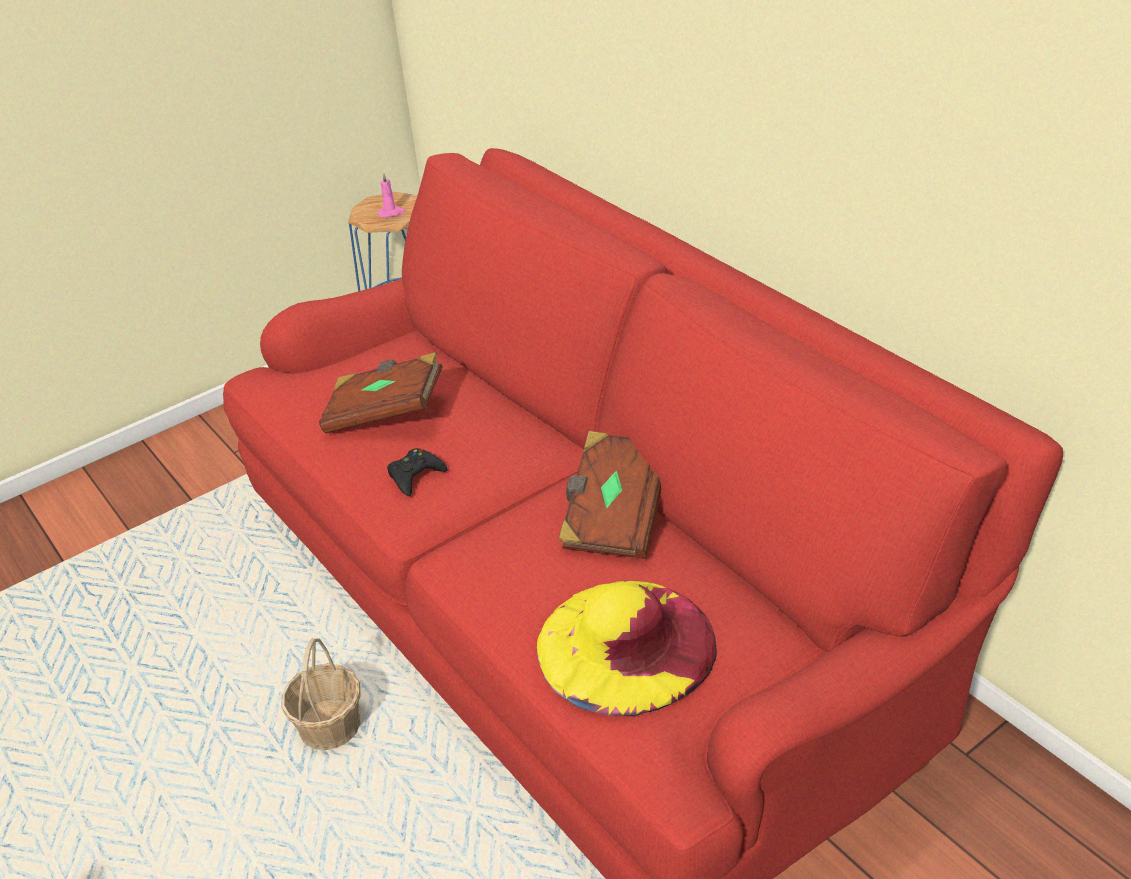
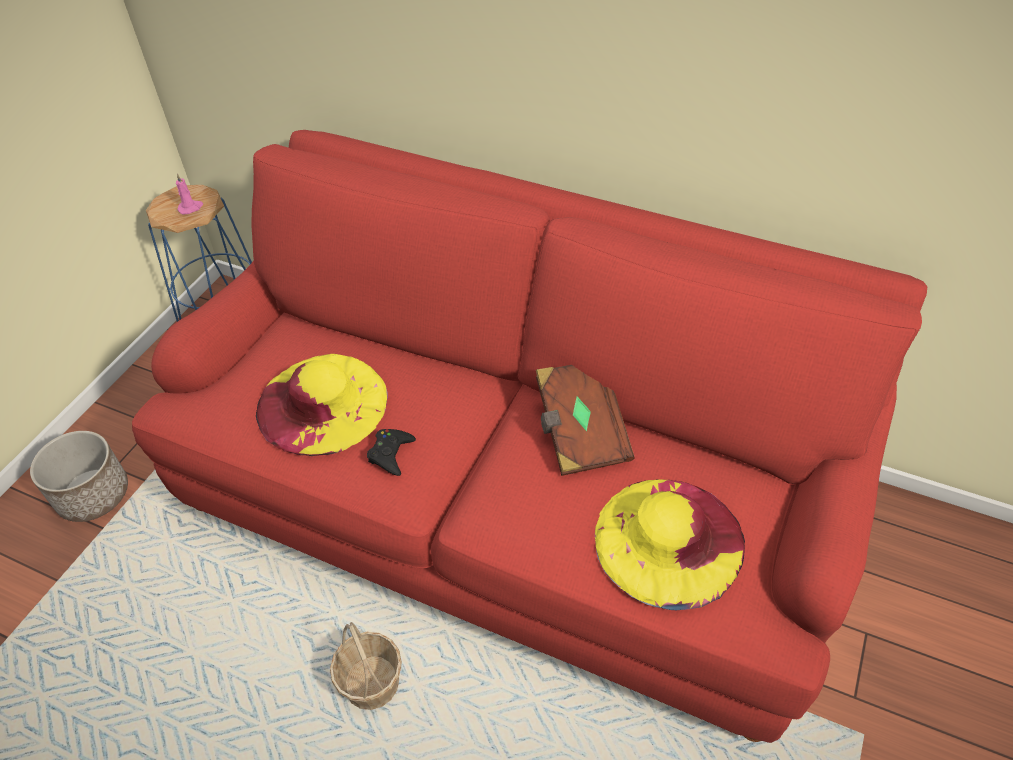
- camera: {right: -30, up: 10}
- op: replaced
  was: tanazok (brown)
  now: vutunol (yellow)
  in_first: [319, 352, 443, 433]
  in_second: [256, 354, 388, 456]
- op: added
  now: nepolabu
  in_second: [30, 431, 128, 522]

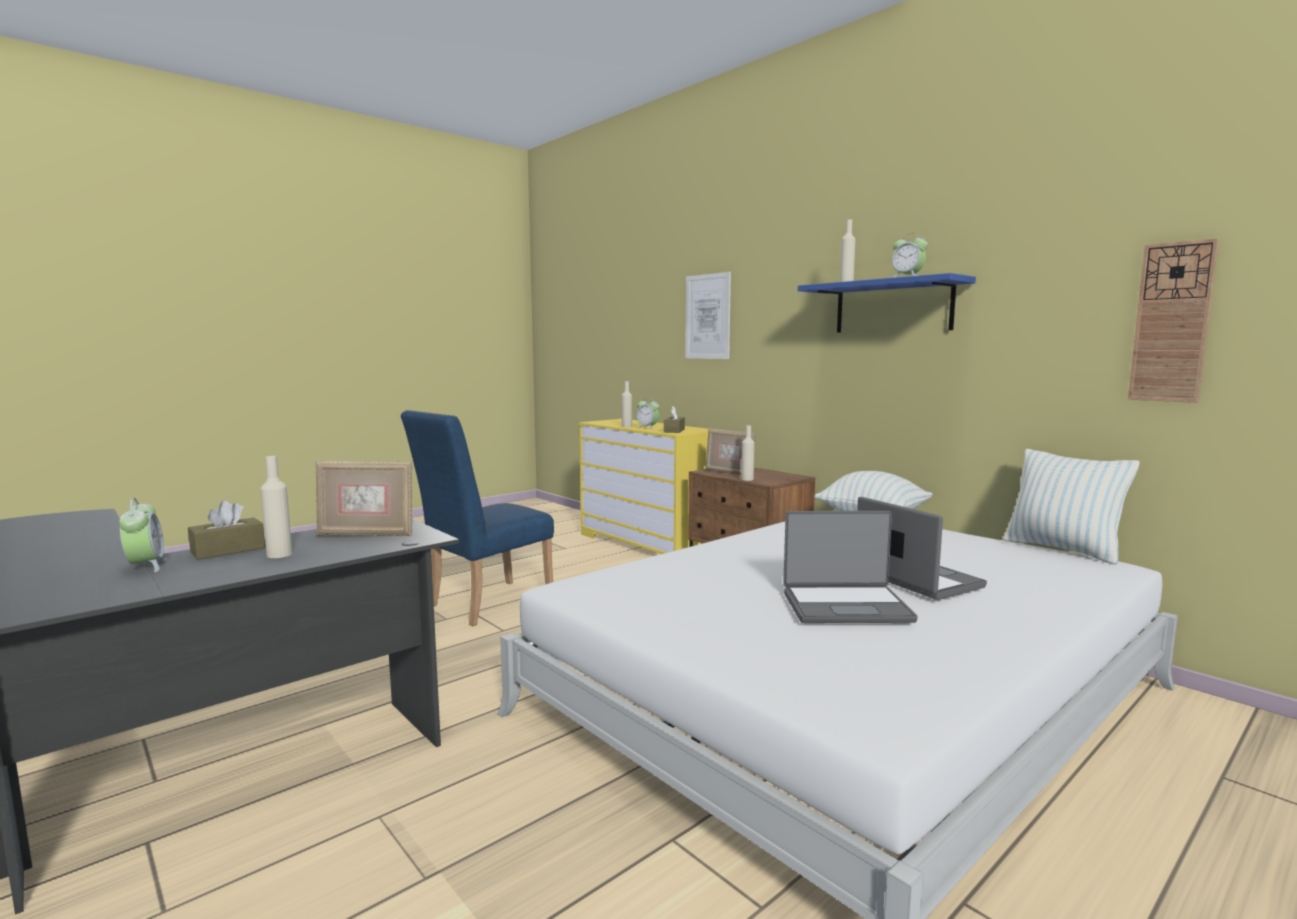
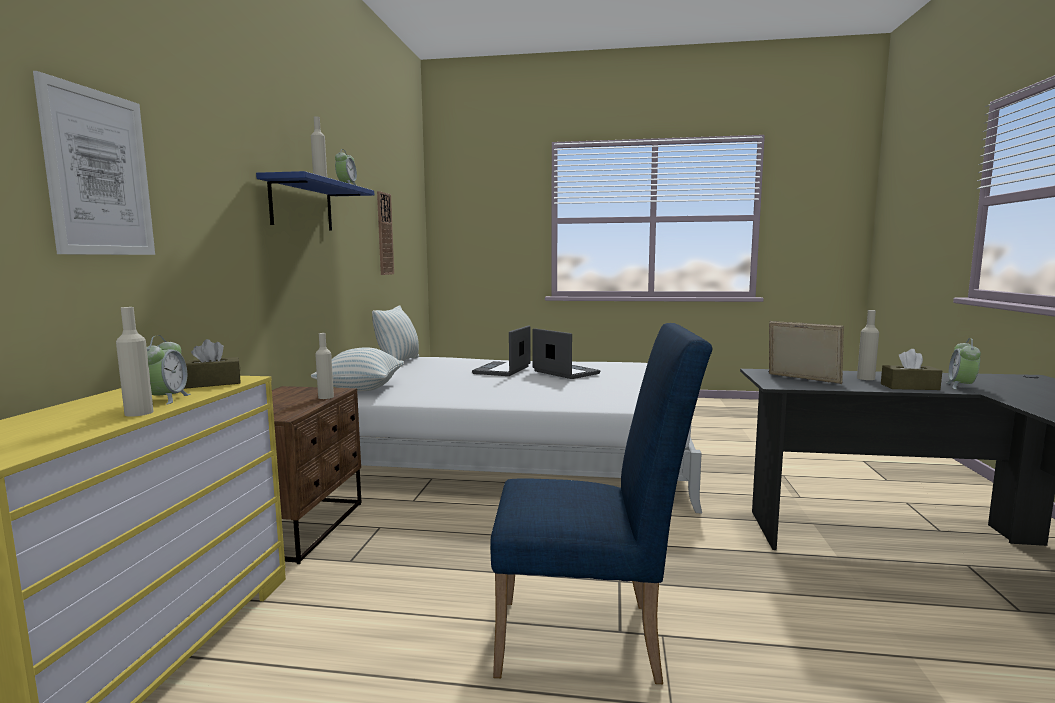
- camera: {right: -130, up: 0}
- op: removed
  was: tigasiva
  in_first: [705, 429, 755, 475]

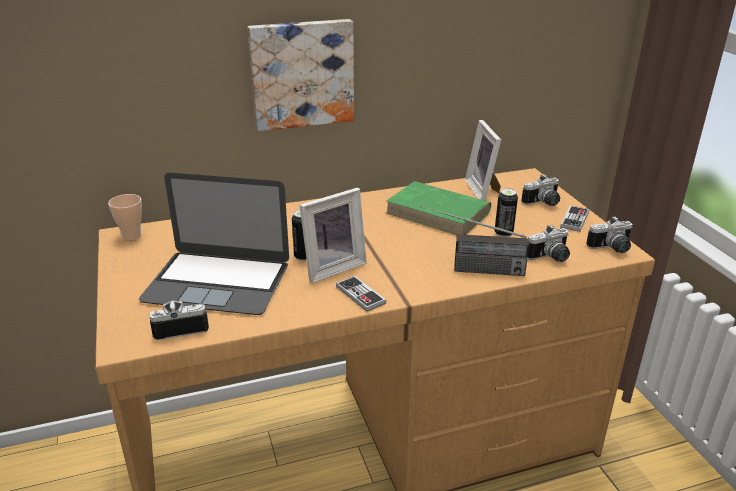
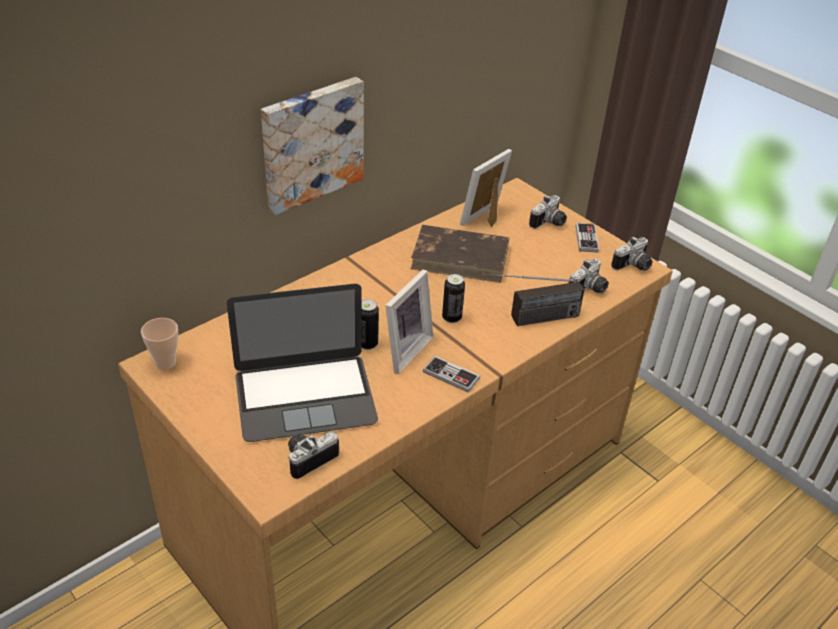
- camera: {right: -25, up: 10}
- op: turned
  was: tigasiva
  in_first: [465, 120, 501, 201]
  in_second: [460, 149, 512, 227]
  clockwise: 75
- op: recoloured
  was: tanazok (green)
  now: tanazok (brown)
  in_first: [386, 181, 491, 235]
  in_second: [411, 225, 509, 283]
- op: moved
  was: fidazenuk
  in_first: [495, 188, 518, 237]
  in_second: [442, 274, 465, 323]

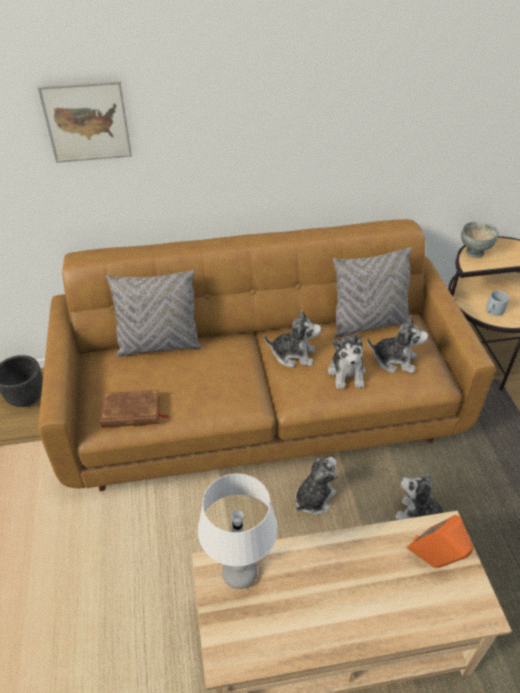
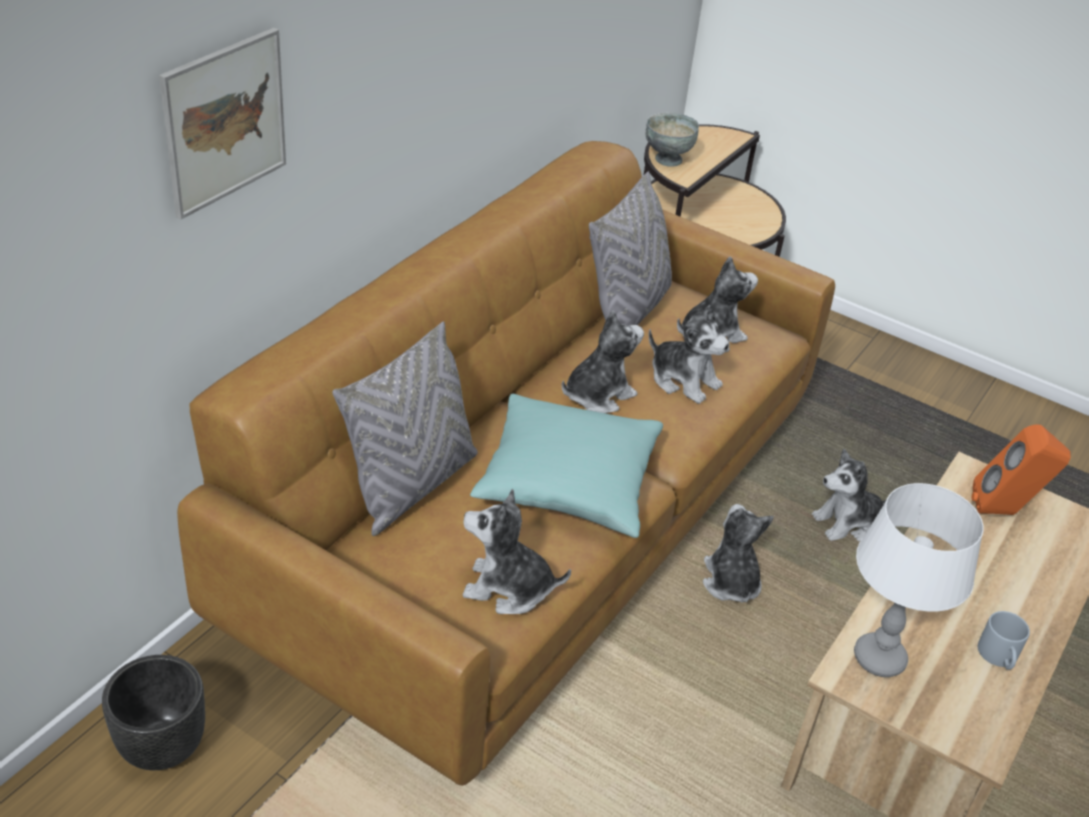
- camera: {right: -50, up: -5}
- op: moved
  was: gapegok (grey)
  in_first: [486, 291, 509, 316]
  in_second: [978, 611, 1030, 670]
- op: replaced
  was: tanazok (brown)
  now: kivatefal
  in_first: [100, 390, 169, 428]
  in_second: [463, 489, 571, 614]
- op: added
  now: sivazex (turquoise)
  in_second: [470, 394, 663, 538]

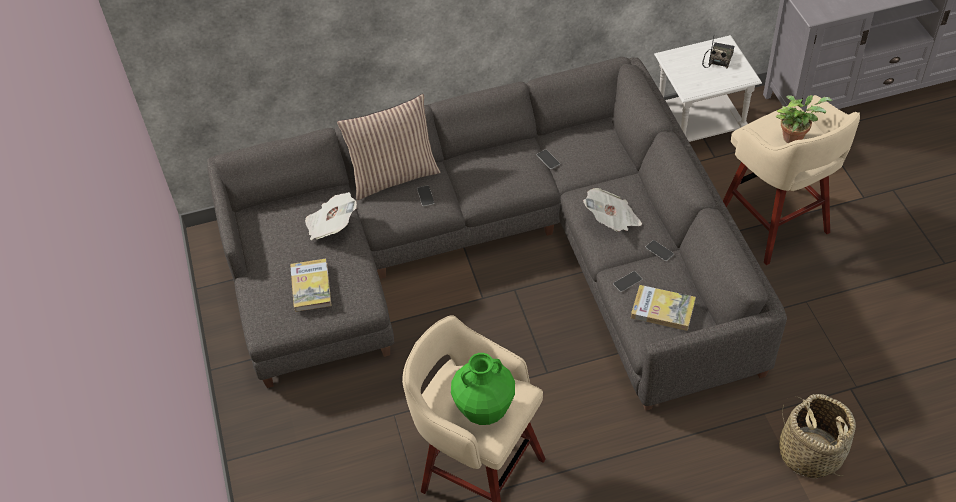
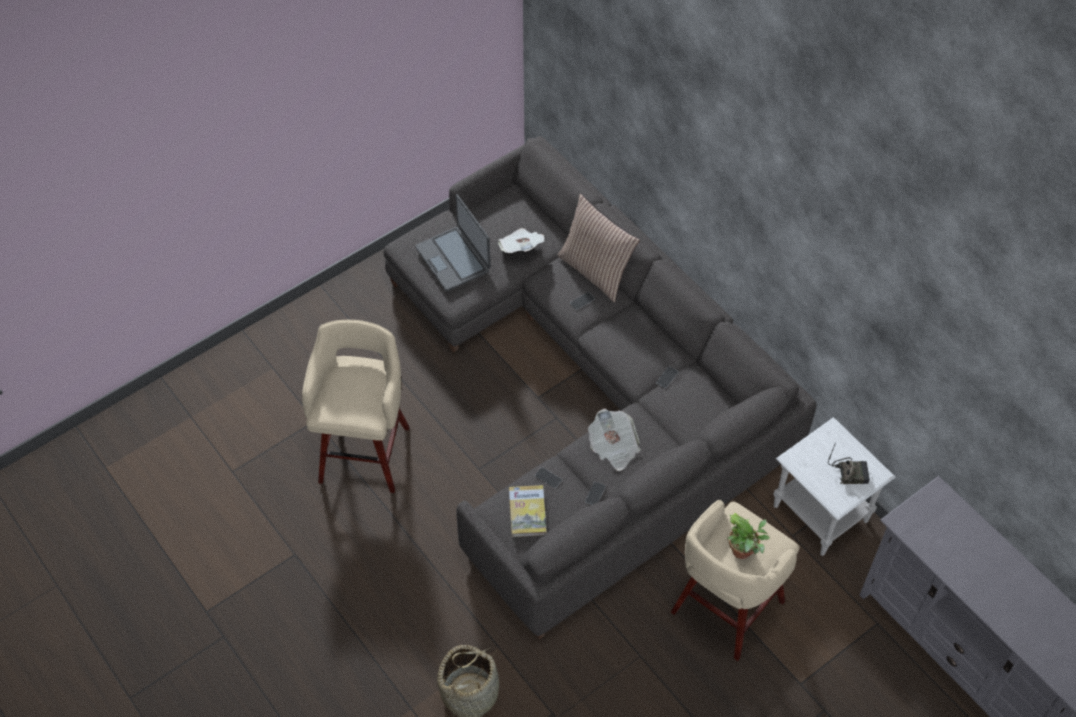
- camera: {right: 65, up: 5}
- op: replaced
  was: tanazok
  now: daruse
  in_first: [290, 259, 332, 312]
  in_second: [416, 194, 491, 291]
- op: removed
  was: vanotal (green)
  in_first: [451, 353, 515, 425]

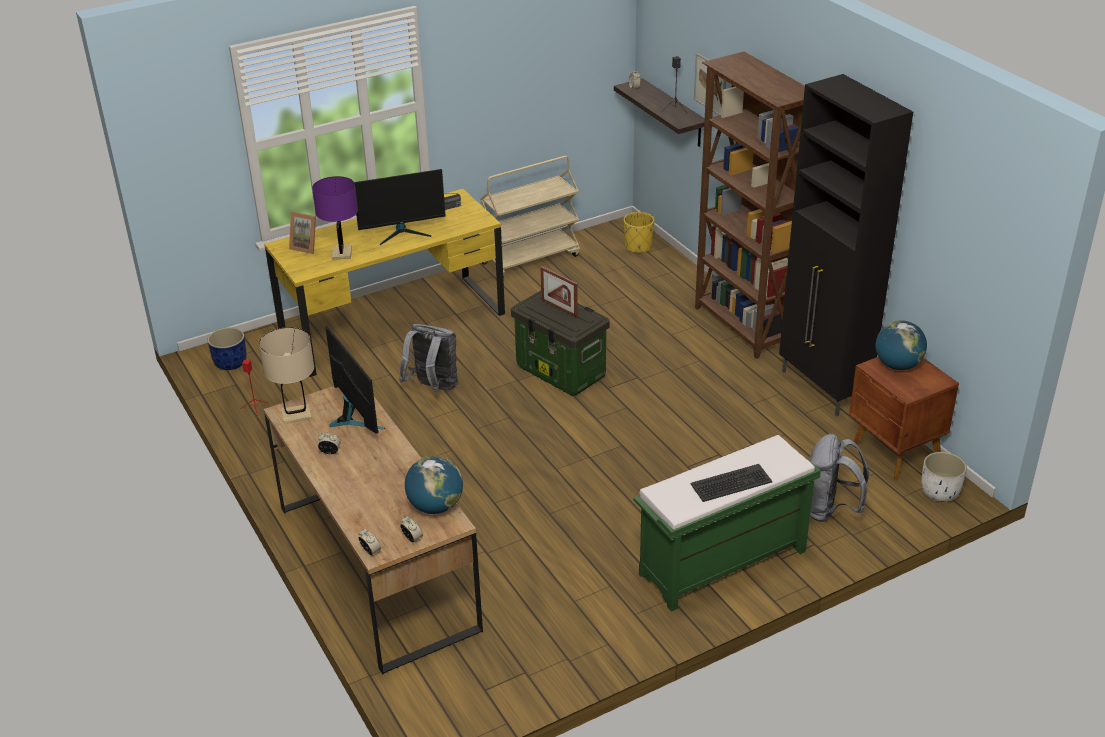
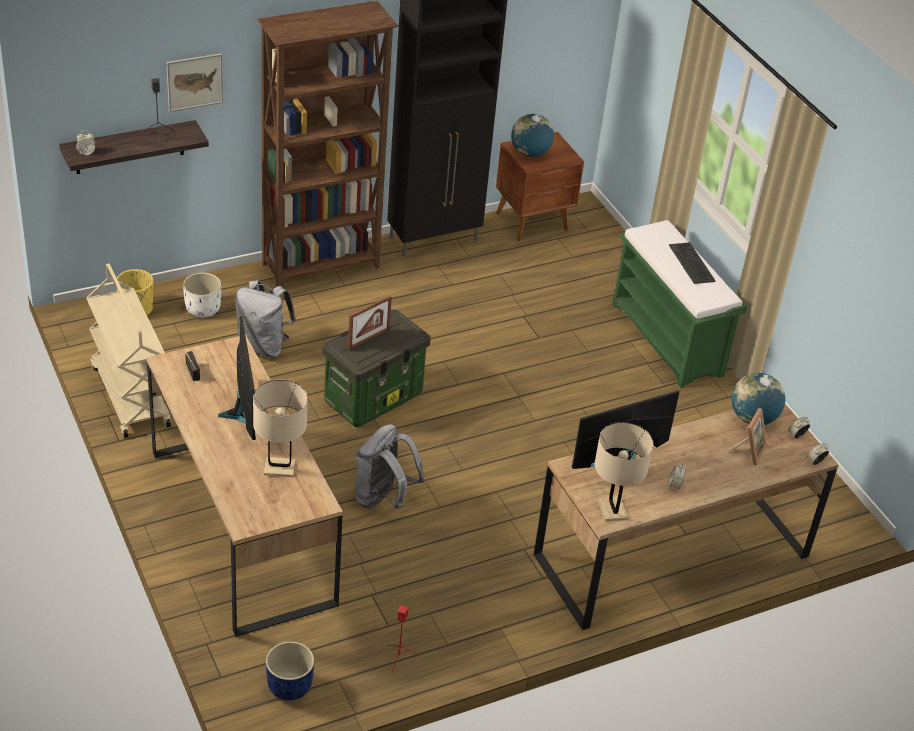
- camera: {right: -90, up: 5}
- op: recoloured
  was: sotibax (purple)
  now: sotibax (beige)
  in_first: [312, 176, 358, 260]
  in_second: [253, 380, 308, 477]
- op: recoloured
  was: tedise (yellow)
  now: tedise (brown)
  in_first: [264, 189, 505, 377]
  in_second: [147, 335, 343, 637]
- op: moved
  was: tigasiva
  in_first: [289, 212, 316, 254]
  in_second: [727, 408, 767, 466]
- op: moved
  was: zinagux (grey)
  in_first: [809, 434, 869, 522]
  in_second: [235, 280, 296, 357]
- op: moved
  was: nepolabu (white)
  in_first: [921, 452, 967, 502]
  in_second: [183, 272, 221, 318]

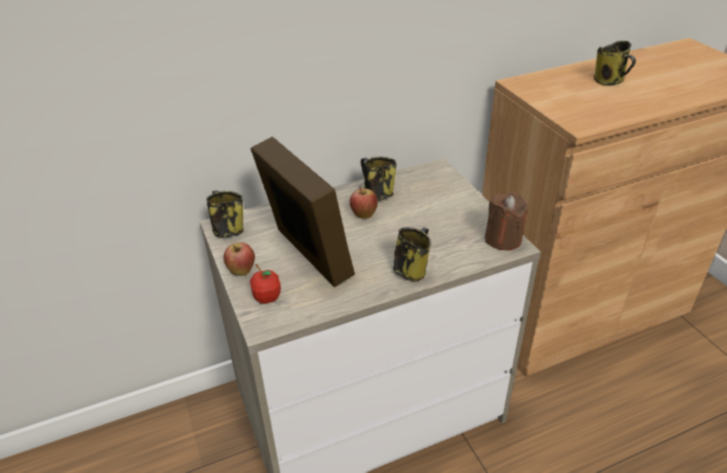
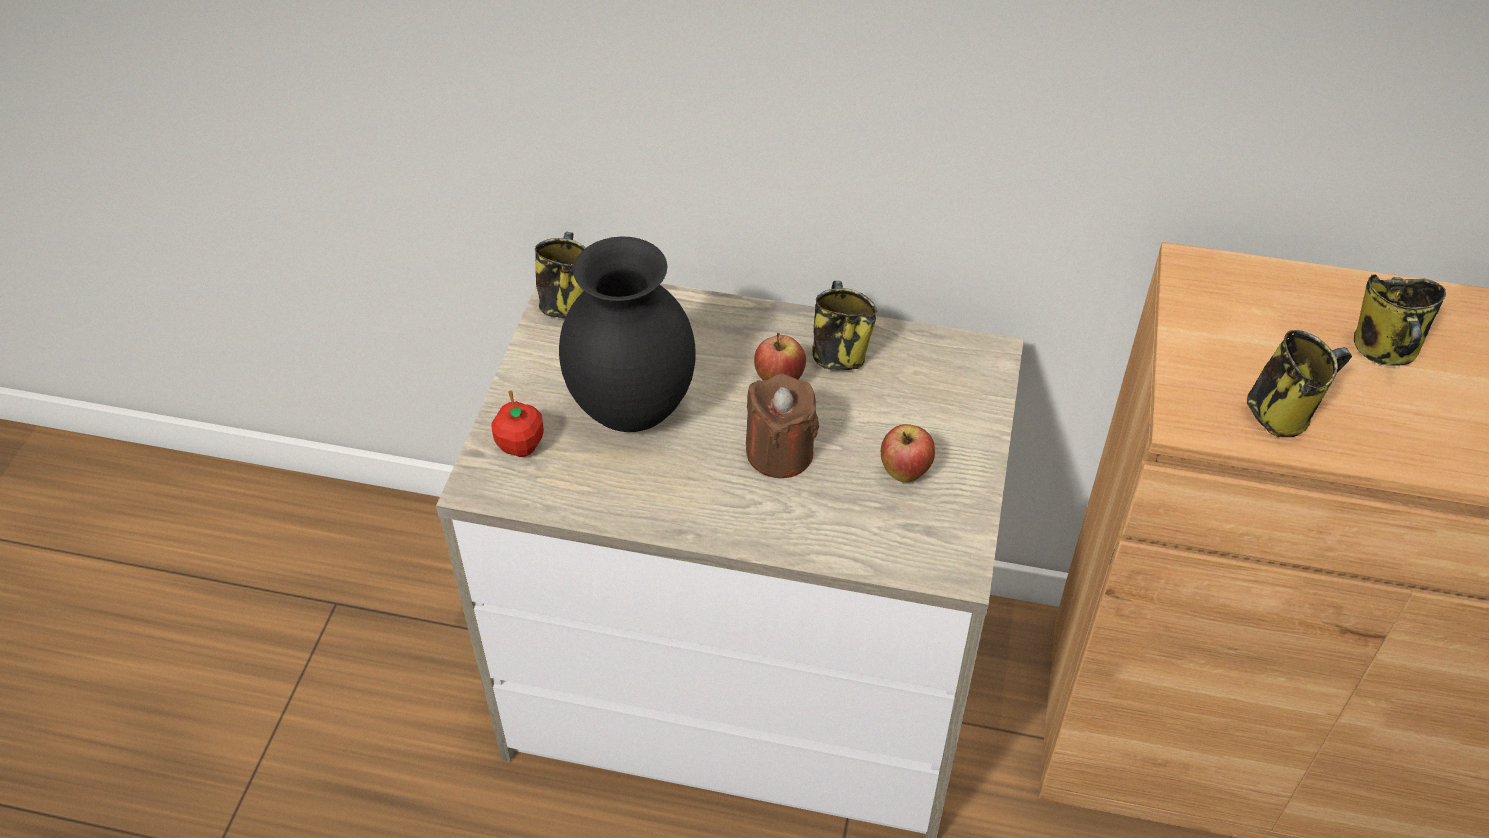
- camera: {right: 35, up: 10}
- op: replaced
  was: tigasiva
  now: vanotal (black)
  in_first: [251, 137, 355, 287]
  in_second: [559, 236, 695, 432]
- op: moved
  was: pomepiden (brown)
  in_first: [485, 192, 529, 250]
  in_second: [746, 374, 819, 478]
- op: moved
  was: gapegok
  in_first: [393, 227, 431, 282]
  in_second: [1247, 330, 1352, 437]
- op: moved
  was: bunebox
  in_first: [223, 242, 255, 276]
  in_second: [881, 424, 935, 483]

